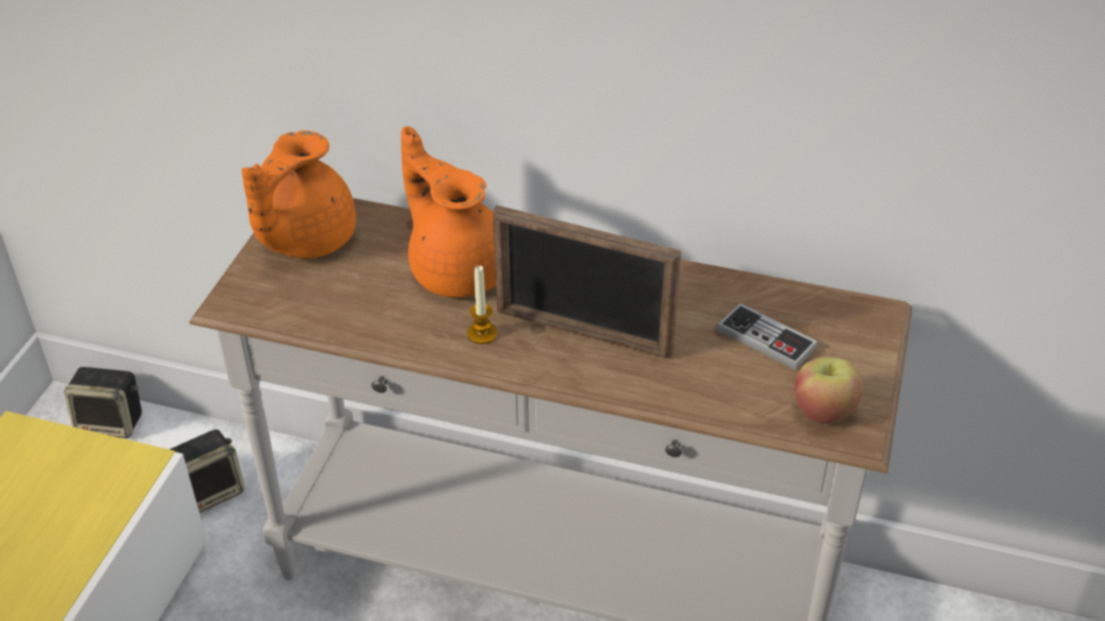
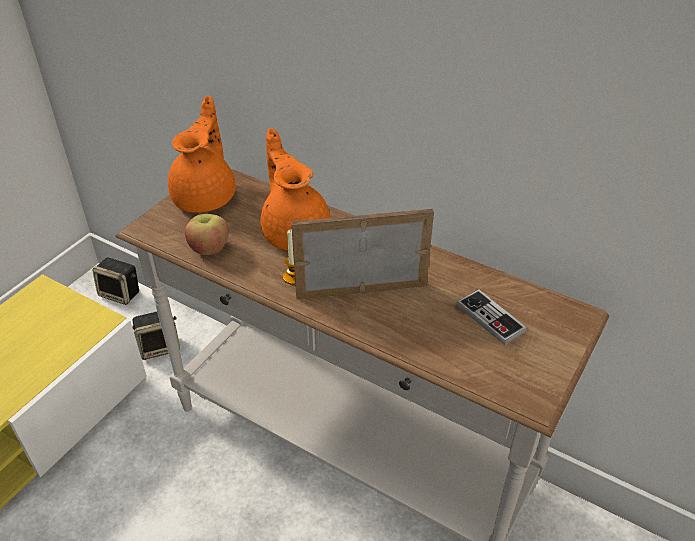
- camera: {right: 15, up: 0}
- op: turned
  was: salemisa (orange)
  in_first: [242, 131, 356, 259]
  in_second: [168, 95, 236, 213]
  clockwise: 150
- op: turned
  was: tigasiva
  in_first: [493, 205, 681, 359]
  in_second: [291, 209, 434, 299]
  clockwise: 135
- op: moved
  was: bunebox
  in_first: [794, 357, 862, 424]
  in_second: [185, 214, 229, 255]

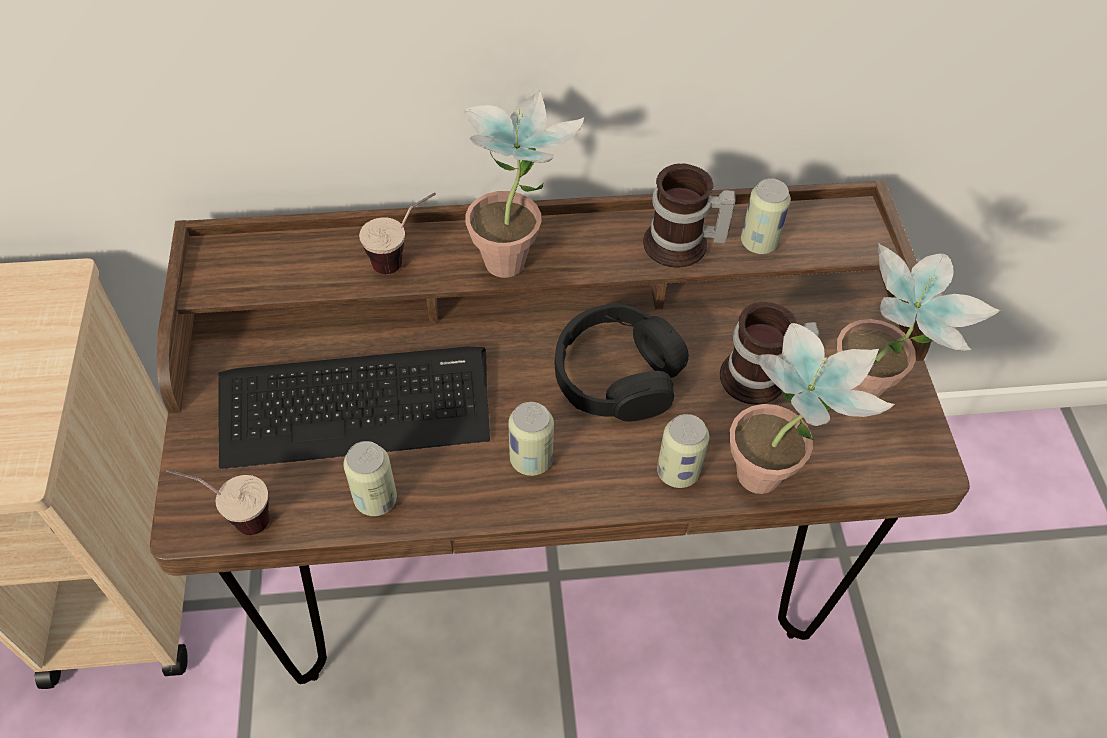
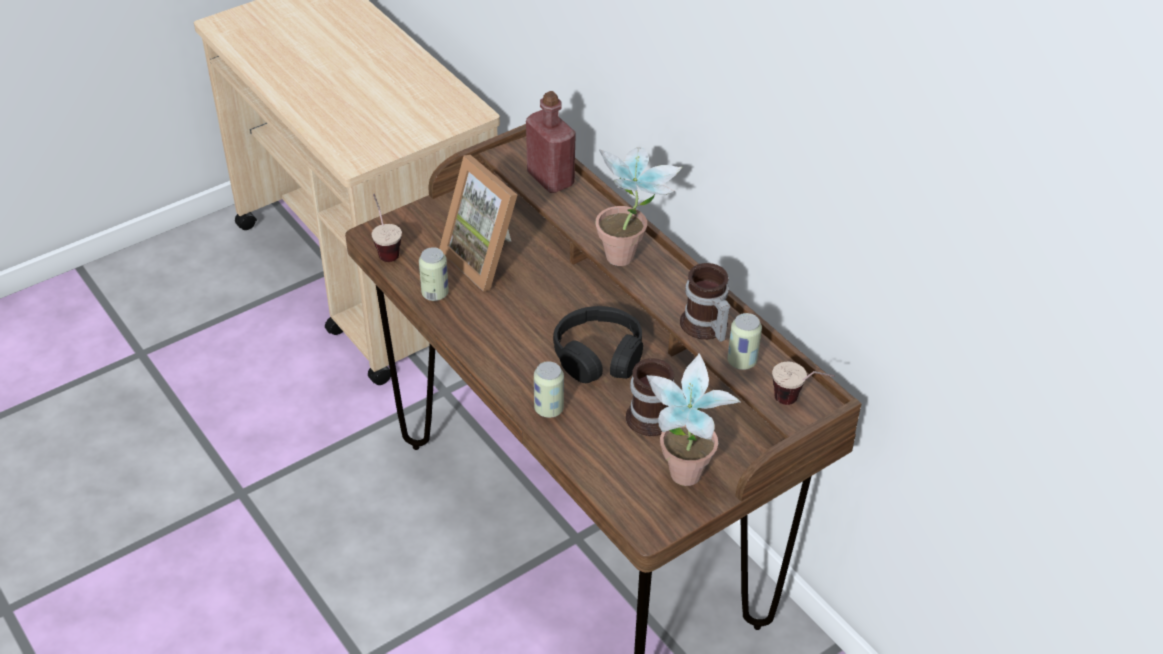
- camera: {right: 60, up: -10}
- op: moved
  was: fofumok
  in_first: [359, 192, 436, 274]
  in_second: [772, 362, 834, 405]
- op: removed
  was: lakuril
  in_first: [730, 323, 895, 494]
- op: replaced
  was: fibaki
  now: tigasiva
  in_first: [218, 347, 490, 469]
  in_second: [439, 155, 517, 292]
- op: removed
  was: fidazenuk
  in_first: [508, 402, 554, 476]
- op: added
  now: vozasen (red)
  in_second: [526, 91, 576, 193]

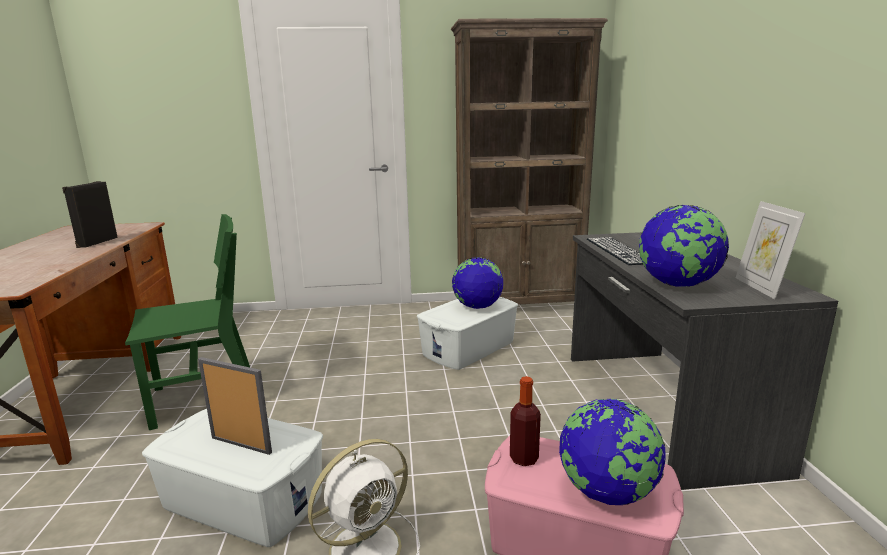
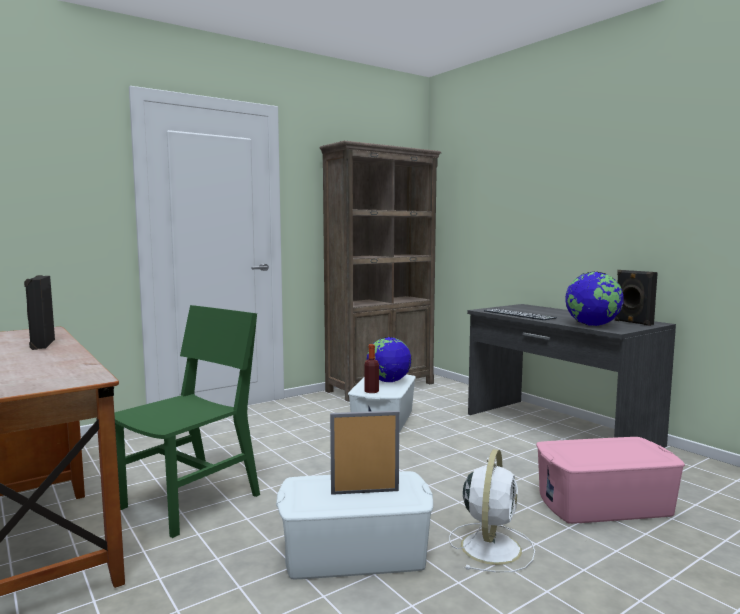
- camera: {right: -30, up: -10}
- op: replaced
  was: tigasiva
  now: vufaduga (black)
  in_first: [736, 201, 806, 299]
  in_second: [615, 270, 658, 326]
- op: moved
  was: vozasen
  in_first: [510, 376, 541, 466]
  in_second: [364, 344, 379, 393]
- op: removed
  was: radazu
  in_first: [559, 399, 666, 505]

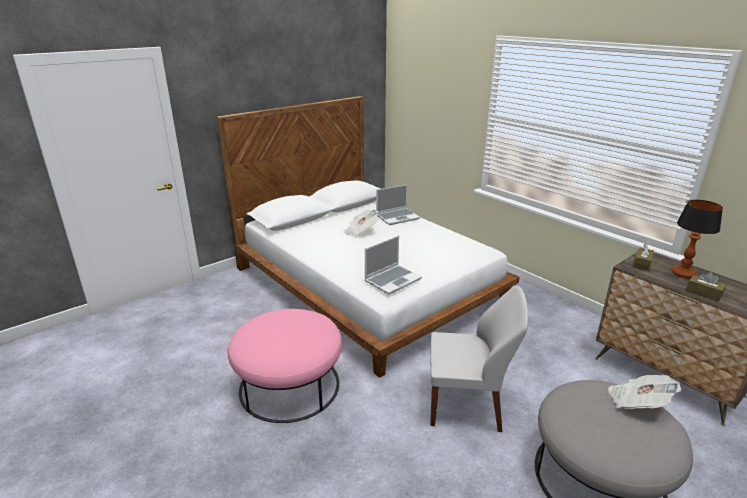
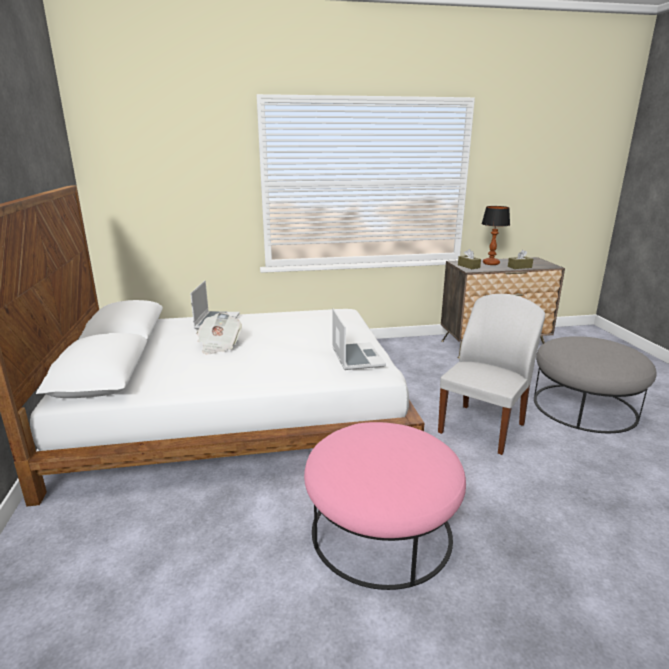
- camera: {right: -60, up: -5}
- op: removed
  was: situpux
  in_first: [608, 375, 681, 409]

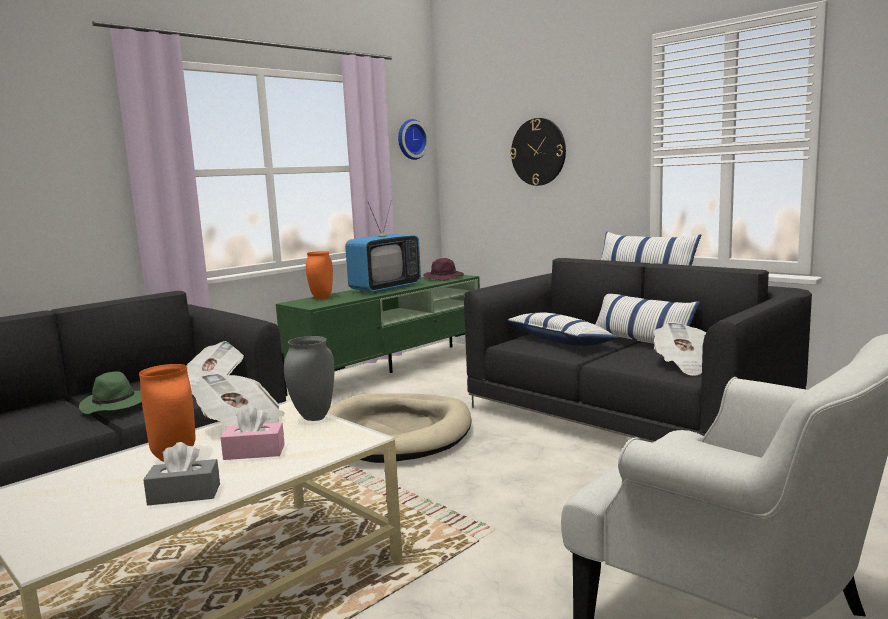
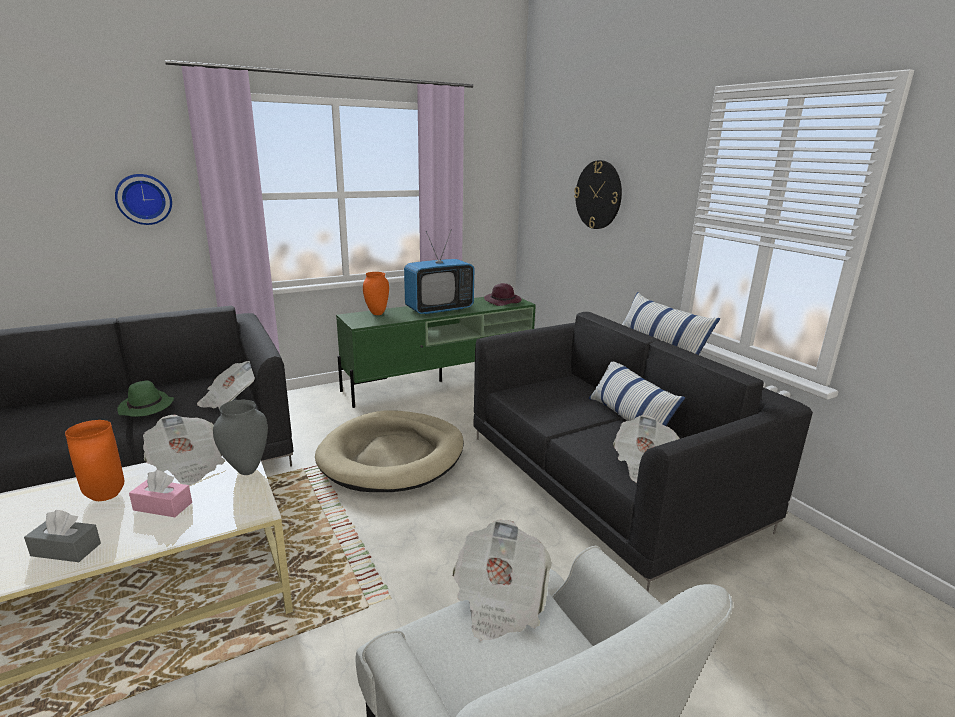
- camera: {right: 15, up: 10}
- op: moved
  was: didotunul
  in_first: [398, 119, 429, 160]
  in_second: [115, 174, 172, 225]
- op: removed
  was: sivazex
  in_first: [507, 312, 618, 346]
- op: added
  now: situpux
  in_second: [452, 520, 552, 641]

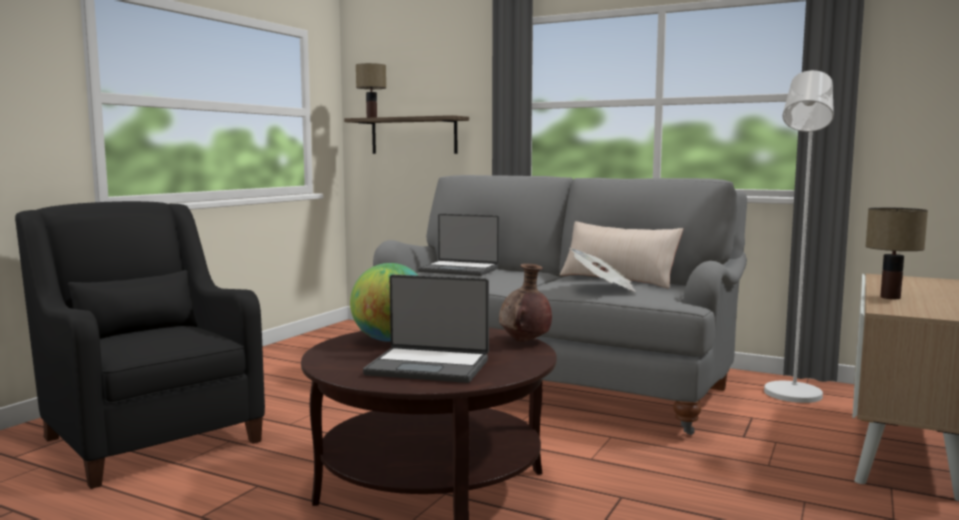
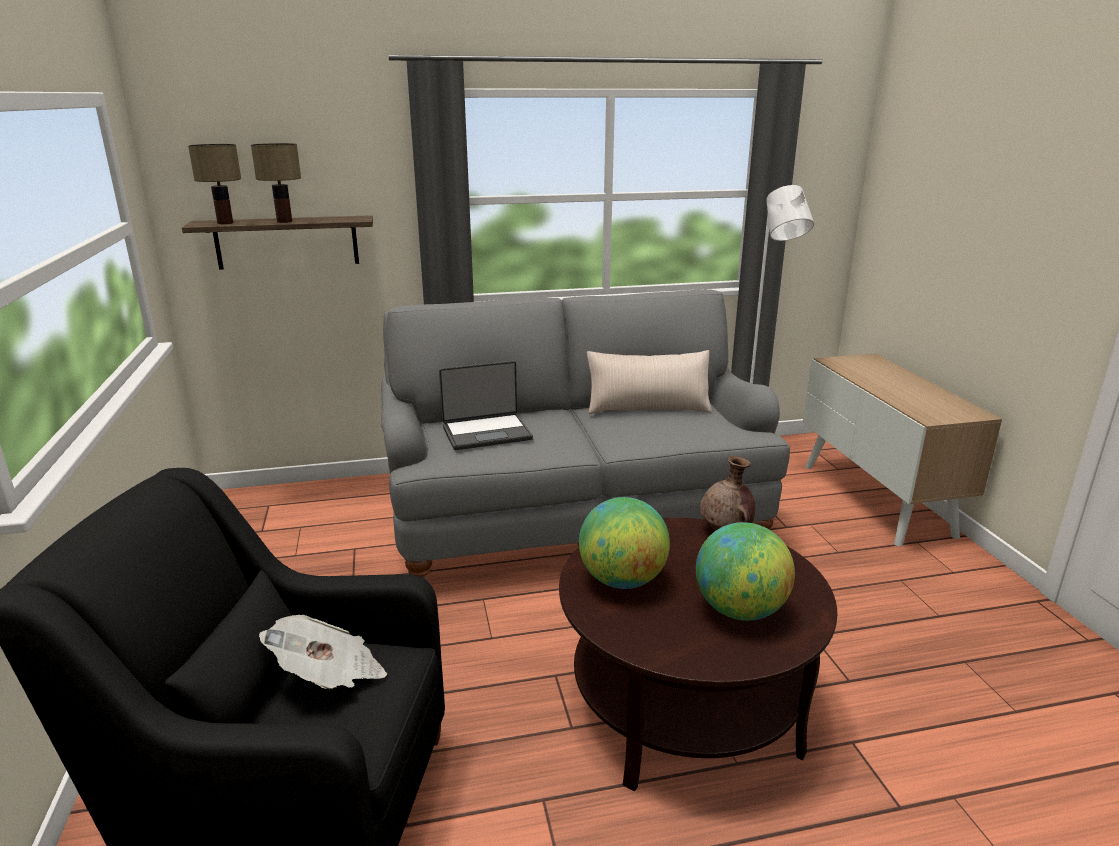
- camera: {right: -40, up: 15}
- op: moved
  was: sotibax
  in_first: [865, 207, 928, 299]
  in_second: [251, 143, 301, 223]
- op: moved
  was: situpux
  in_first: [569, 248, 636, 292]
  in_second: [259, 615, 387, 689]
- op: replaced
  was: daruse
  now: radazu
  in_first: [363, 274, 489, 383]
  in_second: [696, 522, 795, 621]

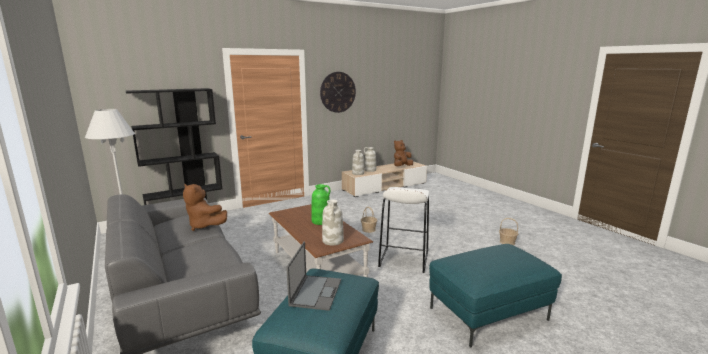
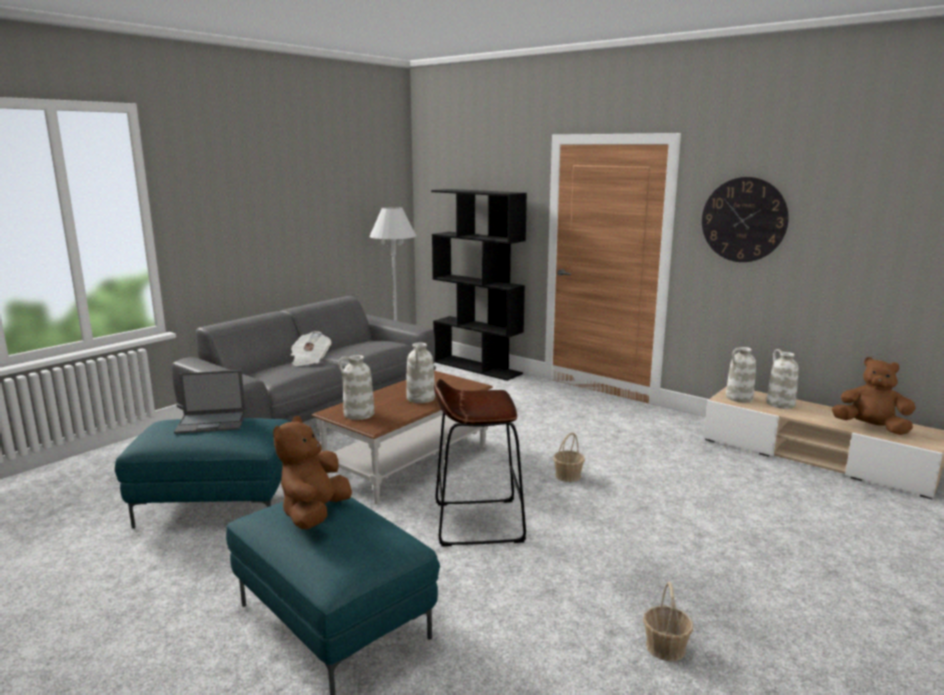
- camera: {right: 70, up: 0}
- op: moved
  was: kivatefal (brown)
  in_first: [183, 184, 227, 231]
  in_second: [273, 416, 352, 529]
- op: recoloured
  was: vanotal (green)
  now: vanotal (white)
  in_first: [311, 184, 330, 225]
  in_second: [406, 342, 435, 403]
- op: recoloured
  was: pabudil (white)
  now: pabudil (brown)
  in_first: [378, 187, 429, 273]
  in_second: [434, 379, 526, 546]
- op: added
  now: situpux
  in_second: [291, 331, 331, 366]

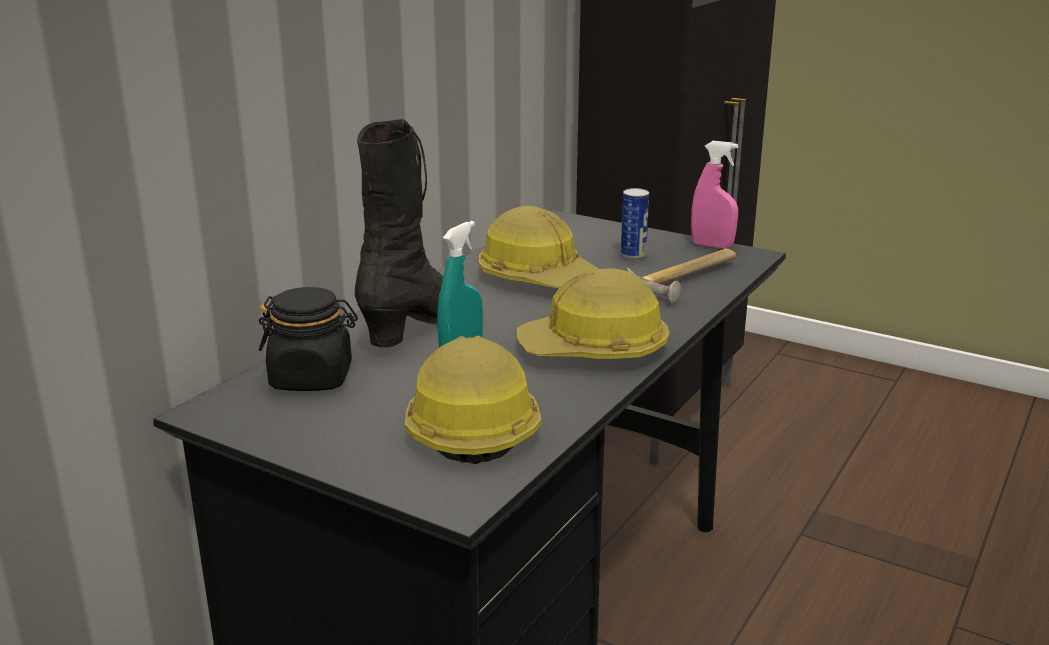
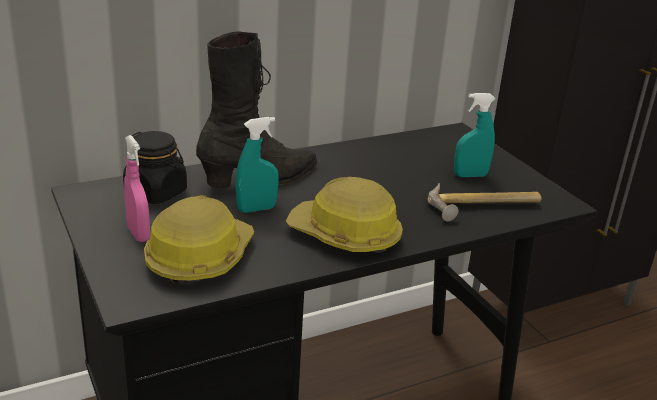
- camera: {right: 30, up: 5}
- op: moved
  was: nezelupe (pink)
  in_first: [691, 141, 738, 249]
  in_second: [124, 135, 150, 242]
- op: replaced
  was: fidazenuk
  now: nezelupe (turquoise)
  in_first: [621, 188, 649, 260]
  in_second: [454, 93, 496, 177]
- op: removed
  was: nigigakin
  in_first: [479, 206, 599, 288]

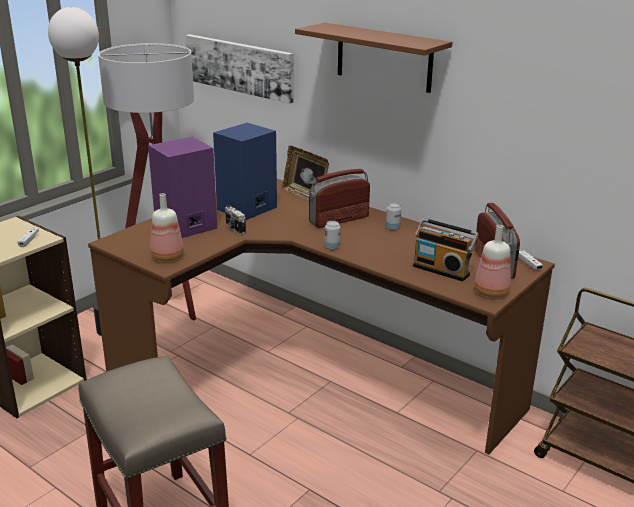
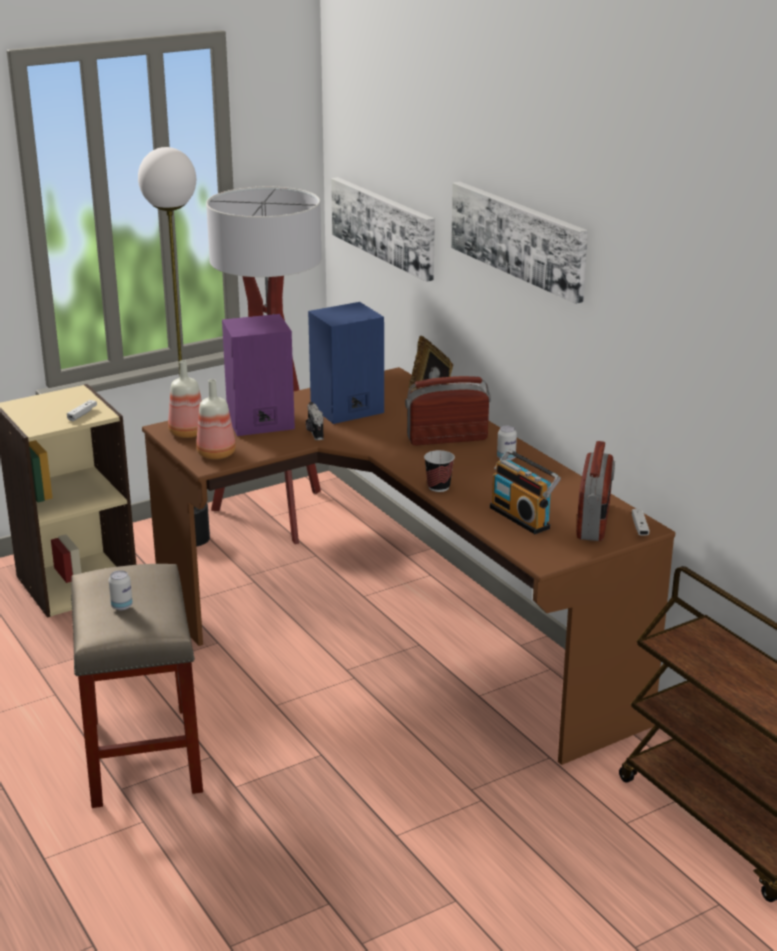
- camera: {right: 20, up: 0}
- op: replaced
  was: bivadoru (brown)
  now: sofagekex
  in_first: [295, 23, 452, 93]
  in_second: [451, 182, 588, 304]
- op: moved
  was: fidazenuk
  in_first: [325, 221, 340, 250]
  in_second: [109, 570, 133, 610]
- op: moved
  was: vozasen
  in_first: [474, 225, 511, 298]
  in_second: [168, 360, 202, 438]
- op: added
  now: fofumok
  in_second: [424, 450, 455, 492]

